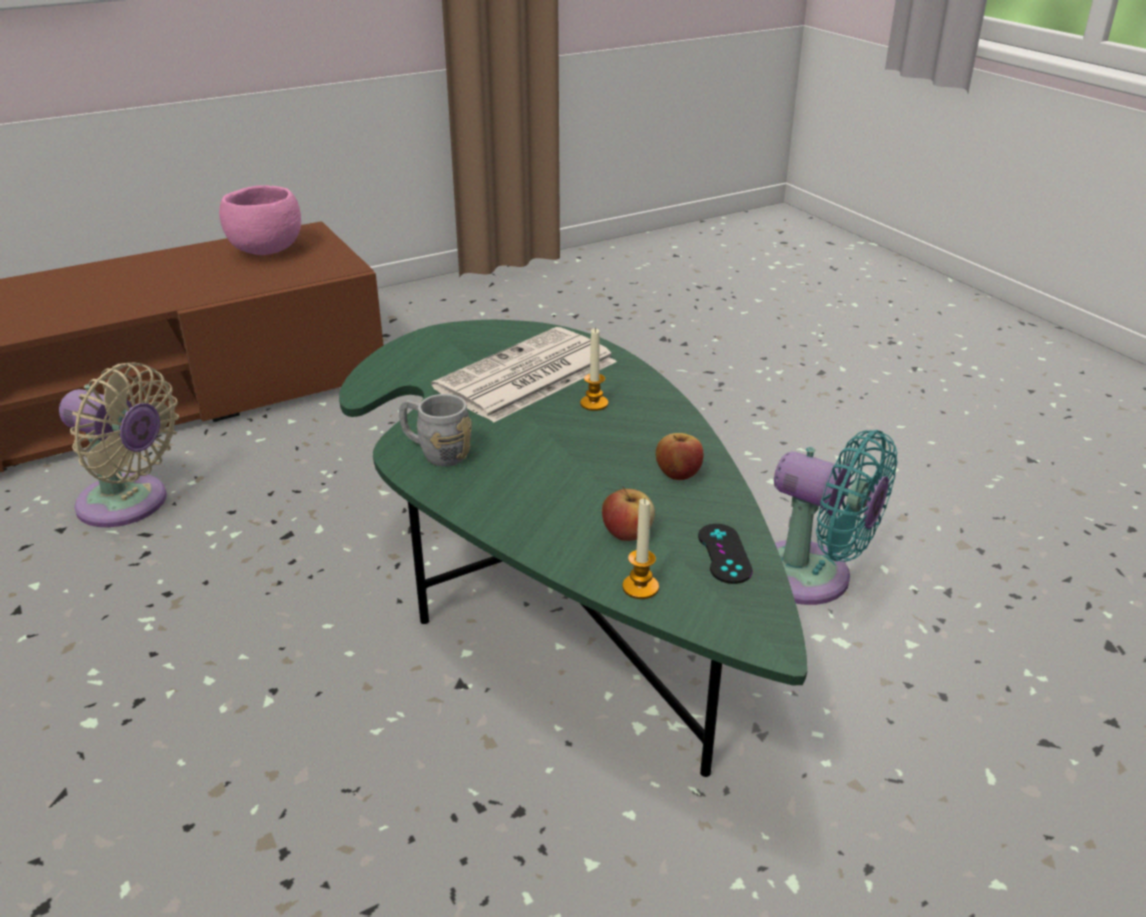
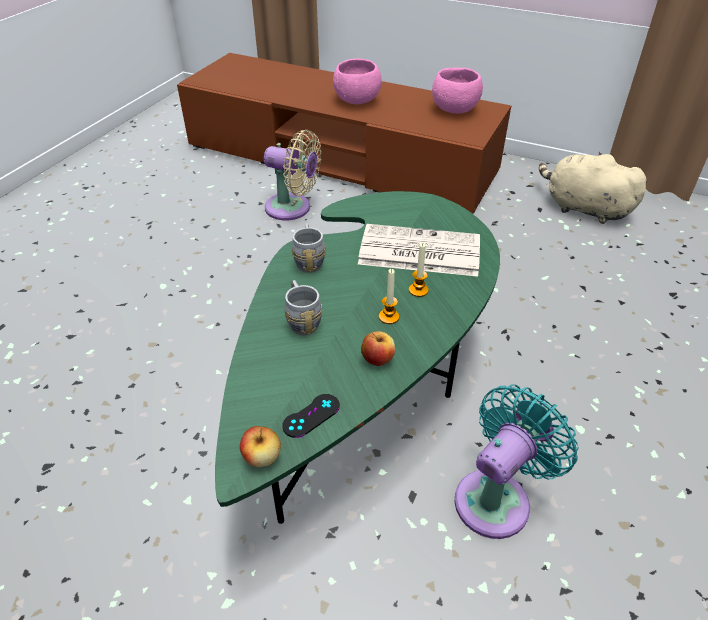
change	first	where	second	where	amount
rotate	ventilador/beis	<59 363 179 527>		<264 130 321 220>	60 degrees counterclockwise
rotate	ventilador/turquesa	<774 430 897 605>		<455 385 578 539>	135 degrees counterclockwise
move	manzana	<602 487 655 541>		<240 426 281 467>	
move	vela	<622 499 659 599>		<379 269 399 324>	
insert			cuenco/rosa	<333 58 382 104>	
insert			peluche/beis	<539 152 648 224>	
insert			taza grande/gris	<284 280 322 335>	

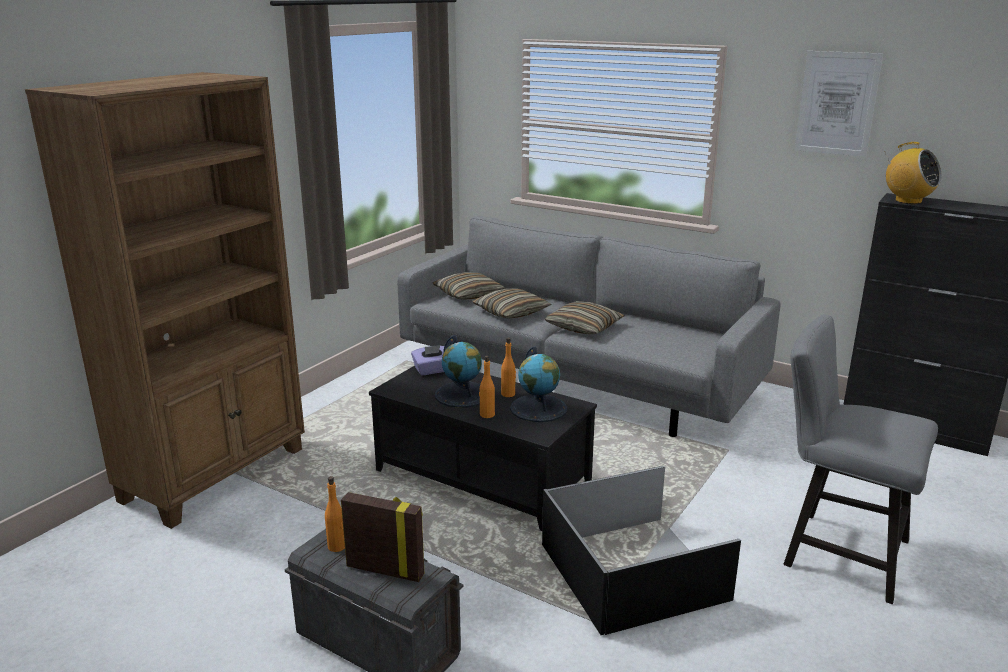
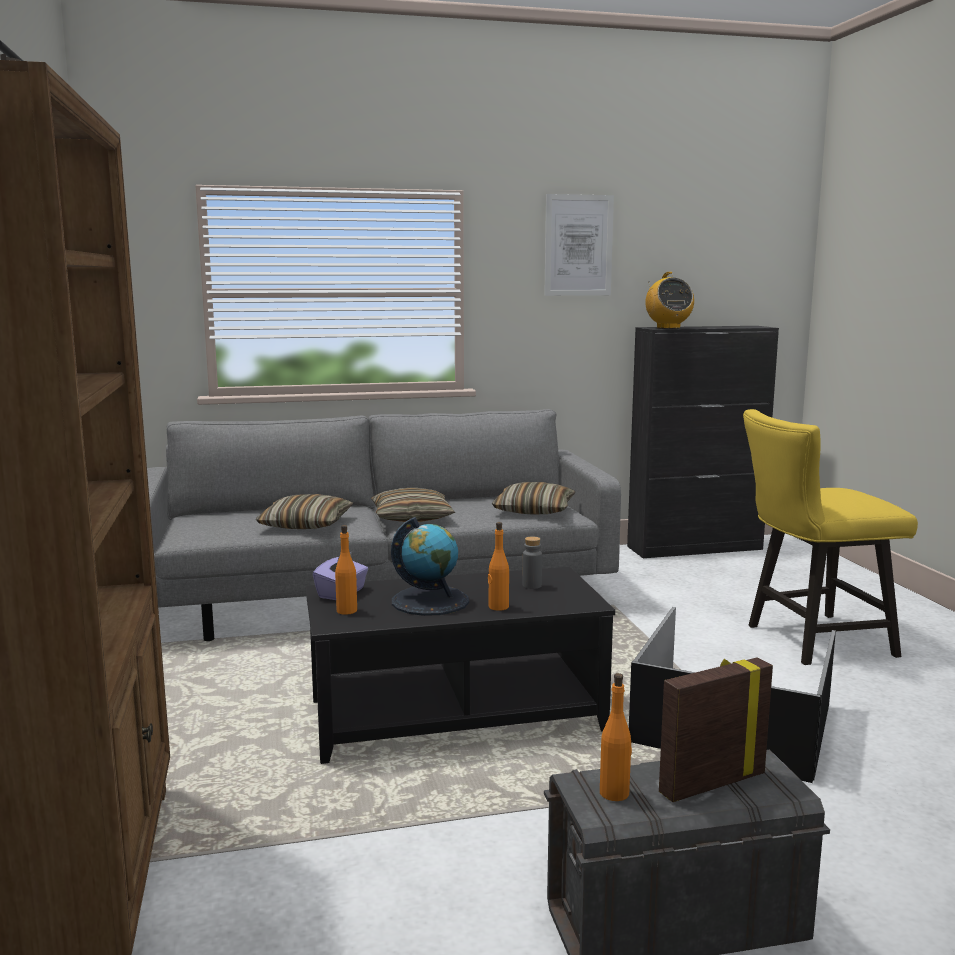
change	first	where	second	where	amount
rotate	radio	<885 142 942 204>		<645 272 694 329>	75 degrees clockwise
move	cojín	<433 272 505 299>		<492 482 575 514>	
recolor	silla/gris	<784 314 938 604>	silla/amarillo	<743 409 918 665>	
move	botella/naranja	<501 337 516 397>		<335 525 357 615>	
replace	globo terráqueo	<510 346 567 422>	botella/gris	<523 536 542 589>	

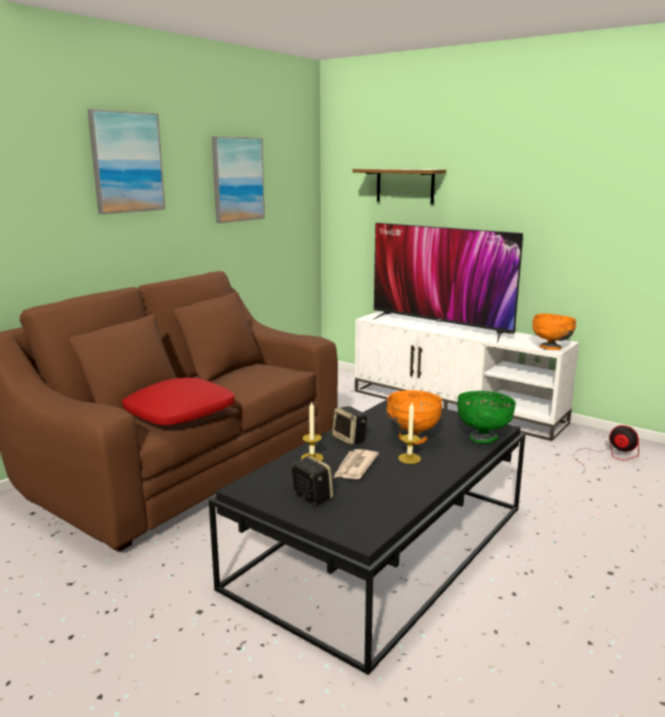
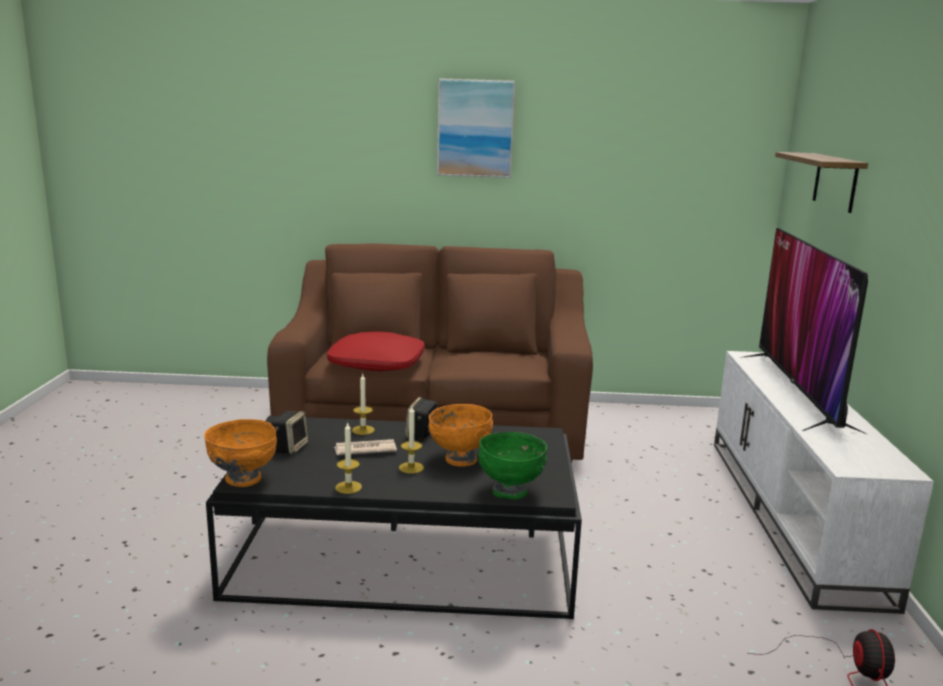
change	first	where	second	where	amount
delete	cuadro	<212 136 265 223>			
move	cuenco/naranja	<533 313 577 350>		<204 419 277 487>	
insert			vela	<335 421 362 494>	

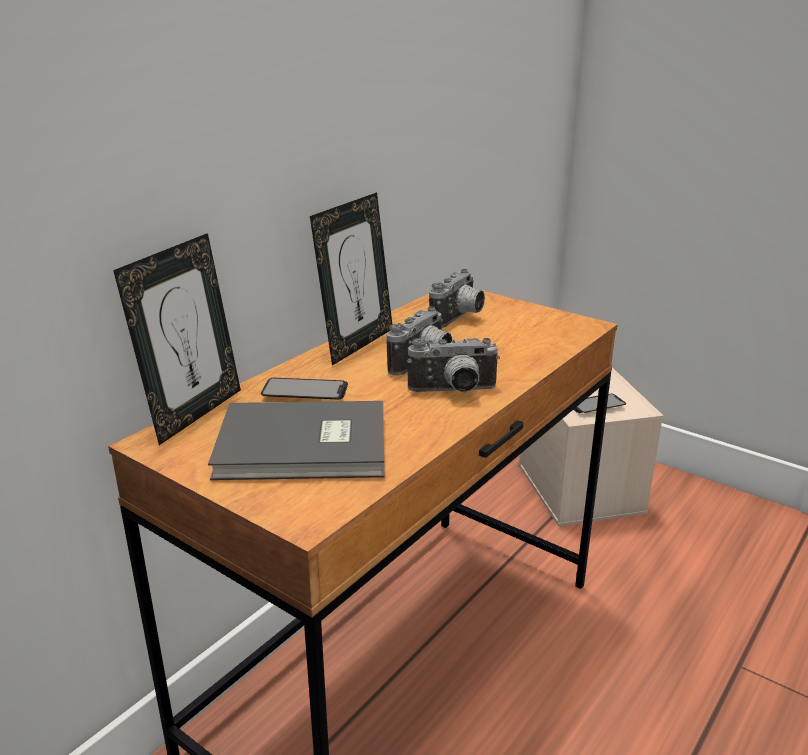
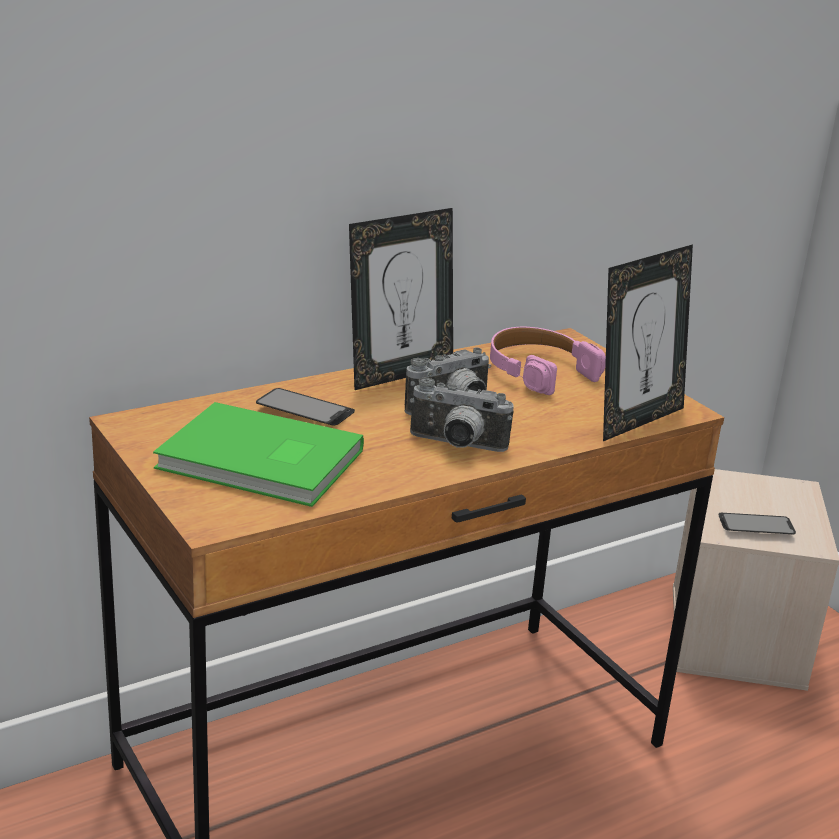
change	first	where	second	where	amount
move	portarretratos	<113 233 241 445>		<603 244 693 441>	
replace	cámara	<429 269 485 328>	auriculares/rosa	<490 327 606 395>	
recolor	libro/gris	<208 401 384 480>	libro/verde	<153 402 364 507>	

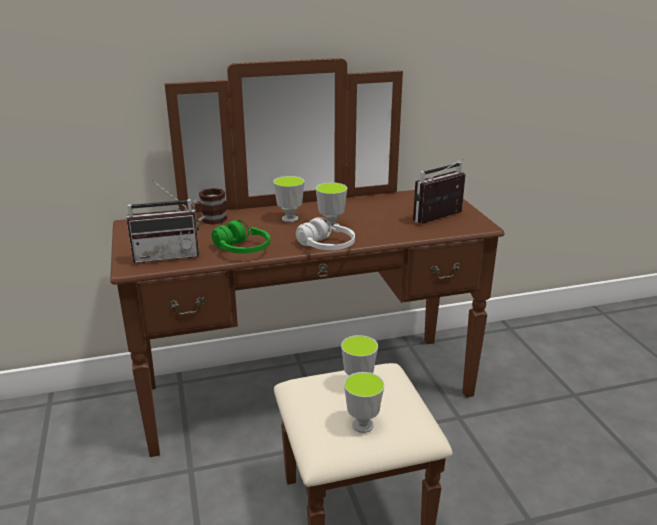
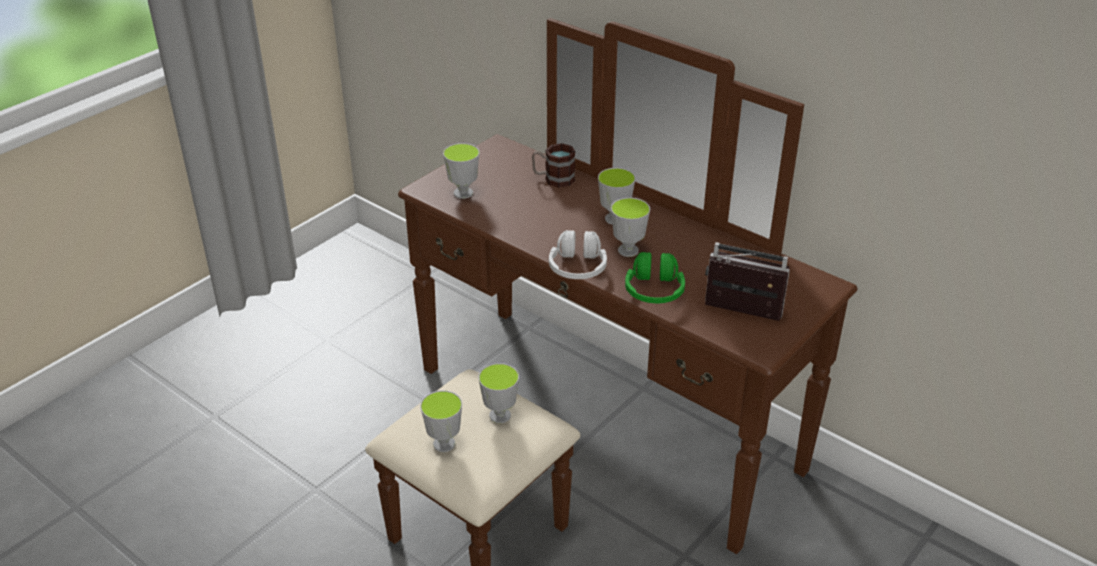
change	first	where	second	where	amount
replace	radio	<126 179 199 263>	taza	<443 143 480 199>	
move	auriculares/verde	<212 220 270 254>		<625 252 685 303>	

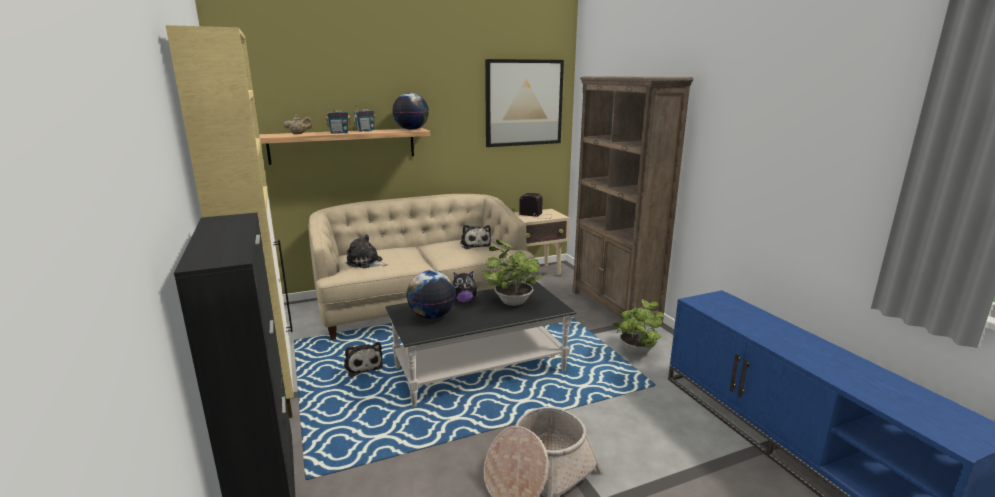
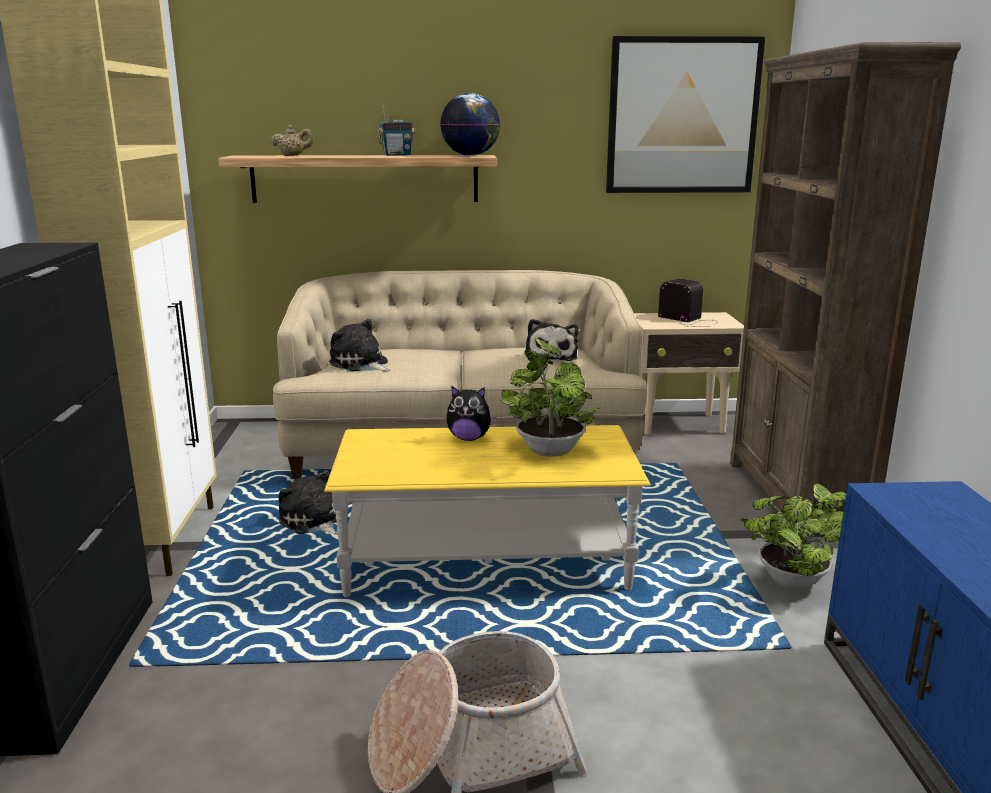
change	first	where	second	where	amount
delete	radio	<326 101 350 134>			
delete	globo terráqueo	<407 270 456 319>			
recolor	mesa de centro/negro	<385 282 577 407>	mesa de centro/amarillo	<324 425 651 597>	
rotate	peluche	<344 342 383 377>		<278 470 337 535>	150 degrees clockwise

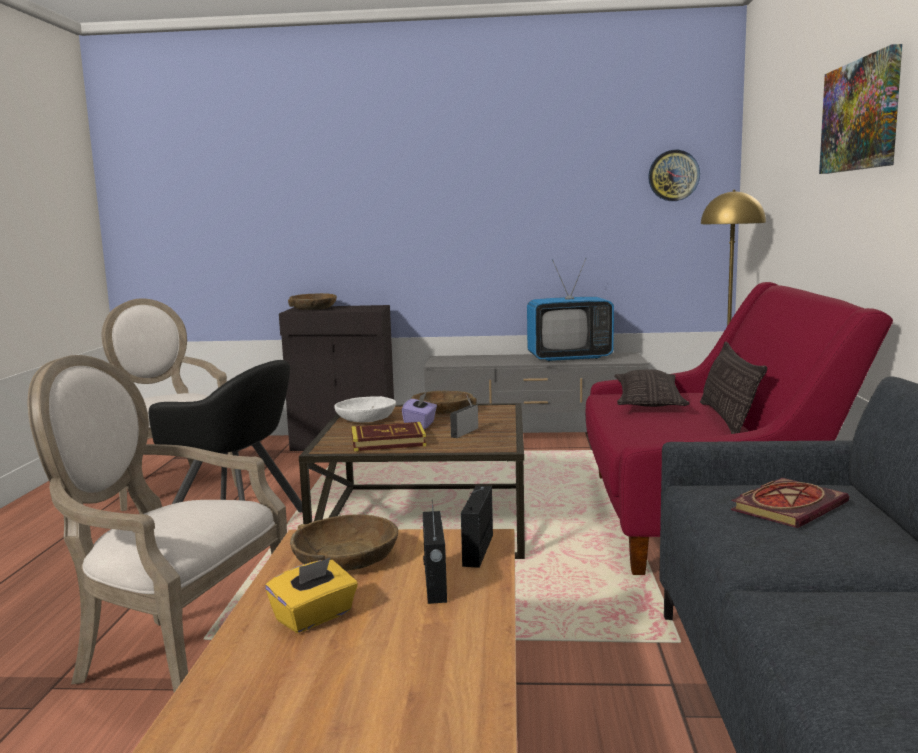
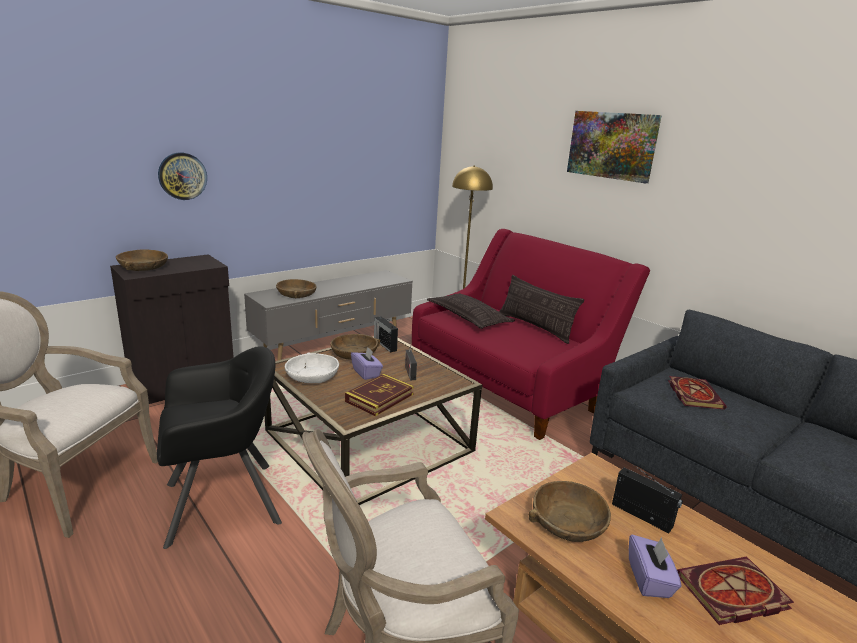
change	first	where	second	where	amount
move	reloj de pared	<648 150 700 201>		<158 153 207 200>	
delete	televisor	<527 258 614 362>			
move	radio	<461 486 493 568>		<374 316 398 352>	
recolor	caja de pañuelos/amarillo	<265 558 358 633>	caja de pañuelos/morado	<629 535 682 598>	
insert			cuenco/marrón	<276 279 317 298>	
insert			libro	<677 556 794 625>	

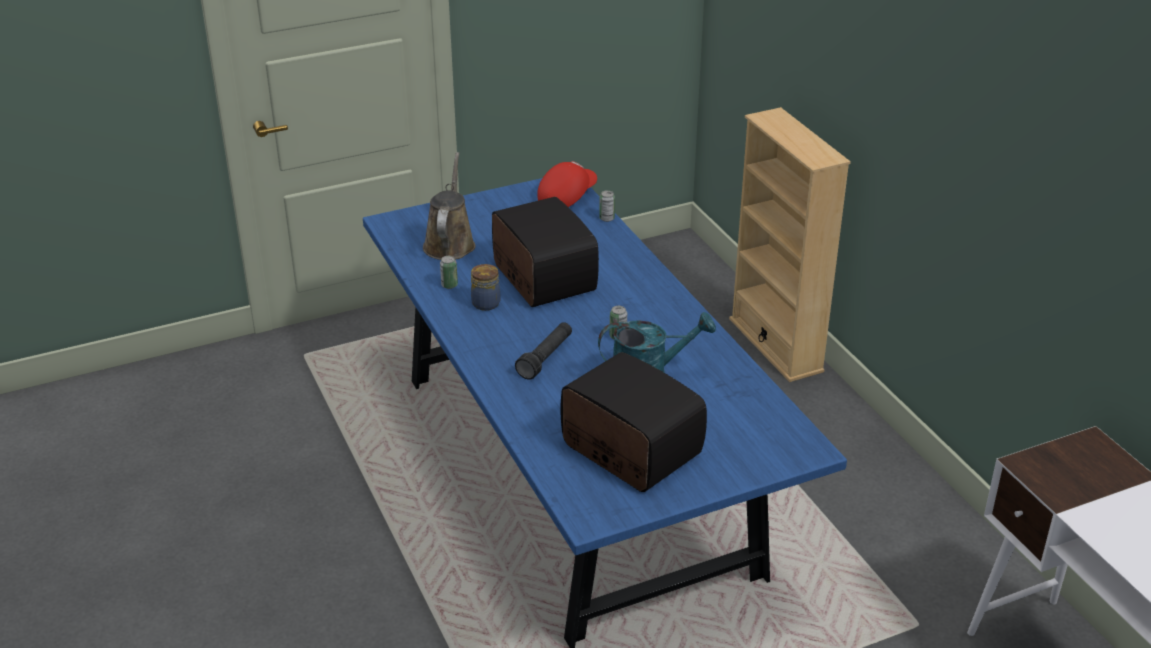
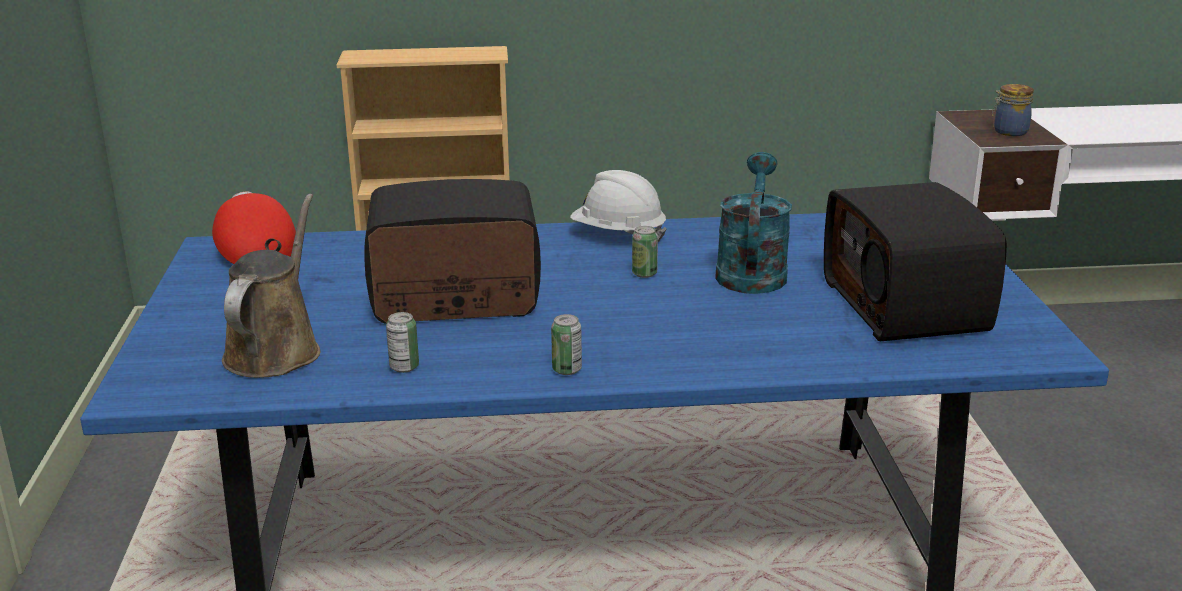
change	first	where	second	where	amount
rotate	regadera/marrón	<423 152 475 260>		<222 194 321 378>	75 degrees clockwise
move	lata	<599 190 615 222>		<551 314 582 375>	
move	tarro	<471 264 500 311>		<992 84 1034 136>	
delete	linterna/negro	<515 322 572 380>			
rotate	radio	<560 352 707 492>		<824 182 1007 341>	75 degrees counterclockwise
insert			casco/blanco	<570 170 667 242>	

